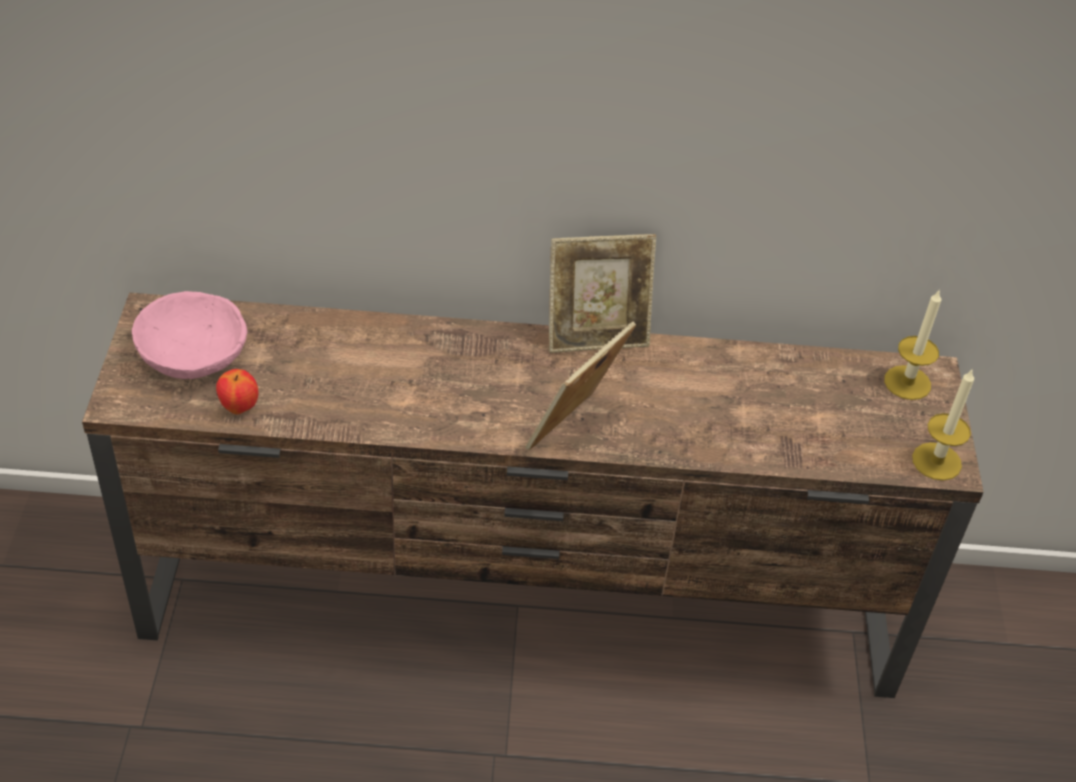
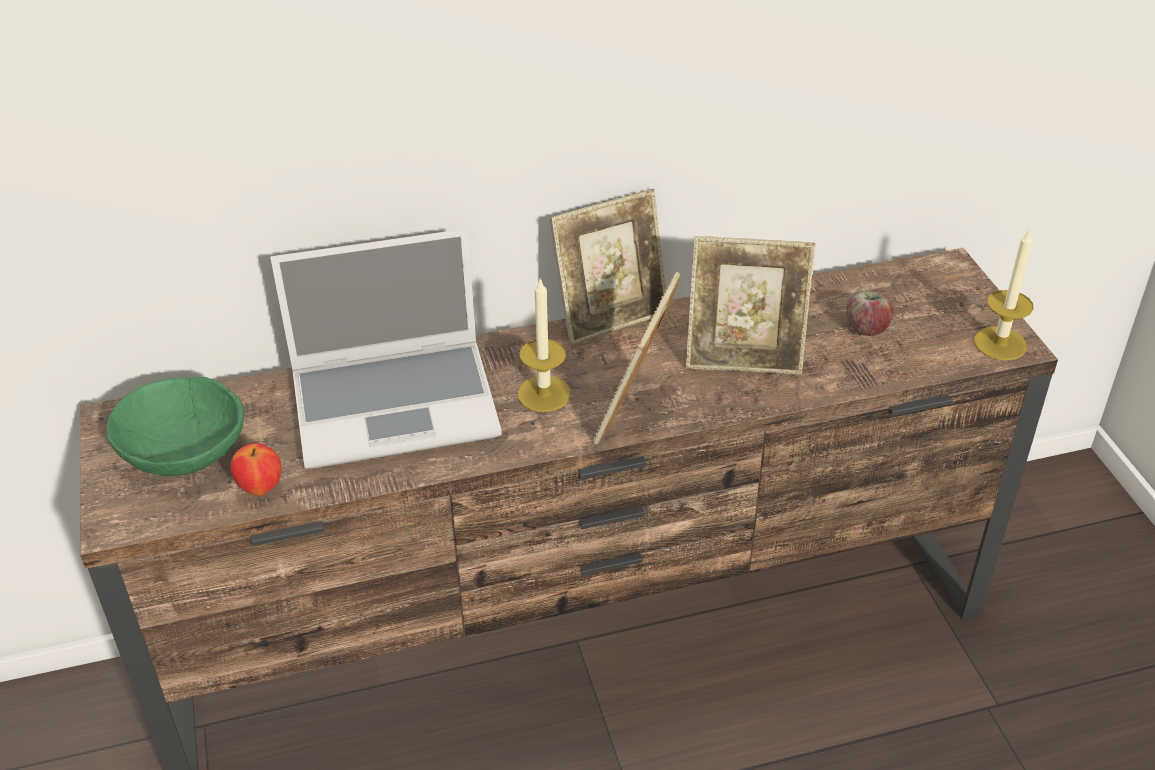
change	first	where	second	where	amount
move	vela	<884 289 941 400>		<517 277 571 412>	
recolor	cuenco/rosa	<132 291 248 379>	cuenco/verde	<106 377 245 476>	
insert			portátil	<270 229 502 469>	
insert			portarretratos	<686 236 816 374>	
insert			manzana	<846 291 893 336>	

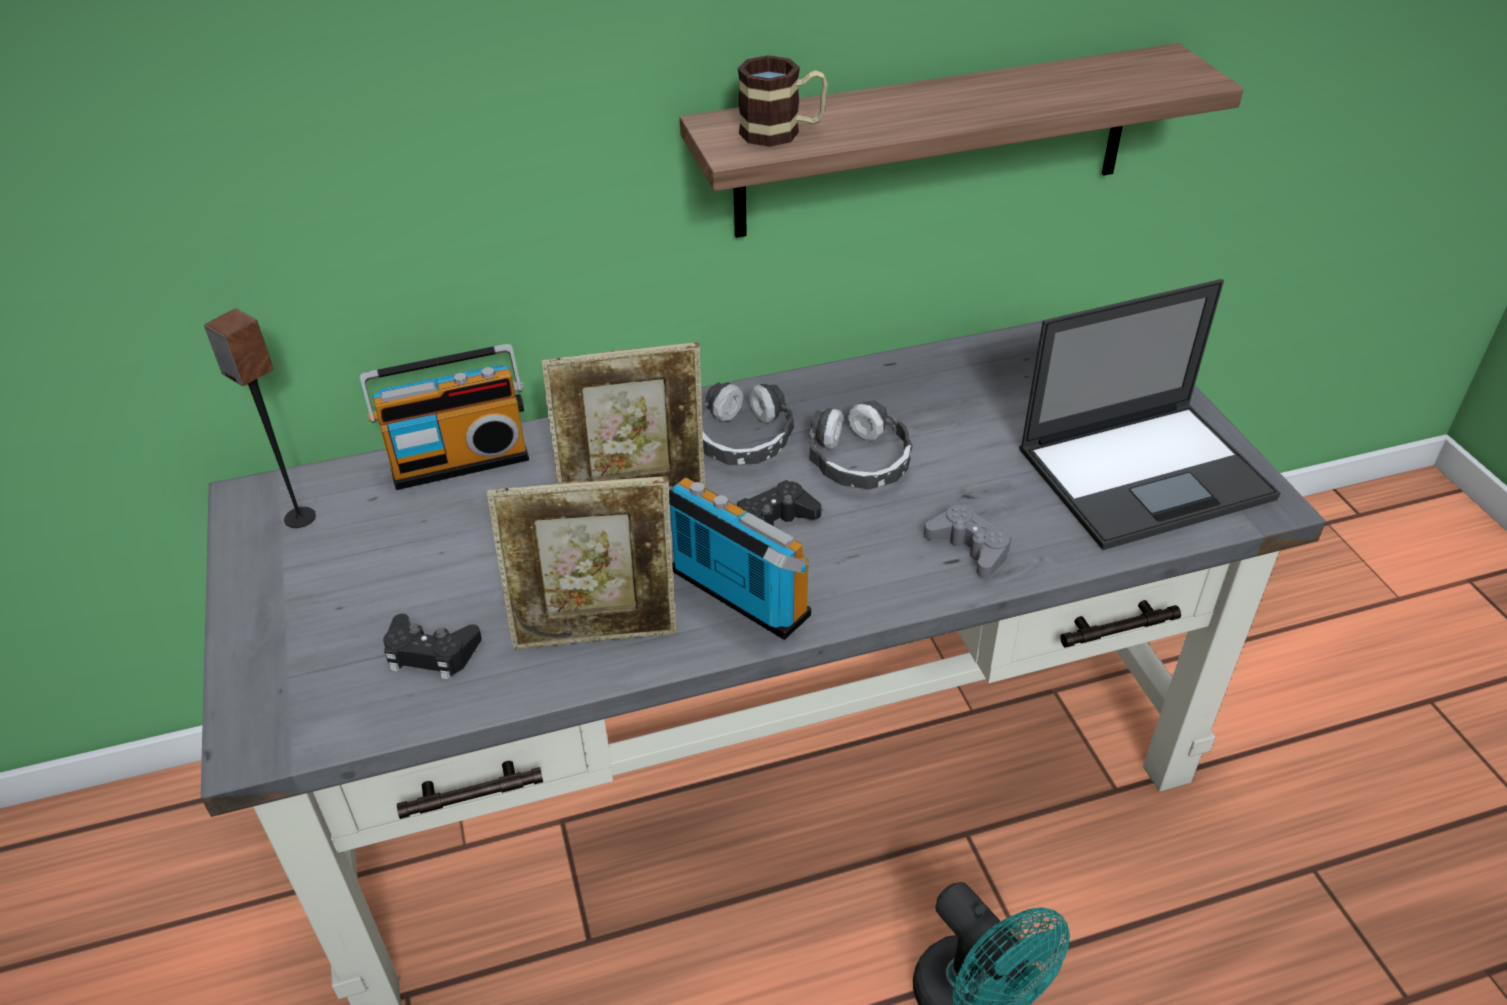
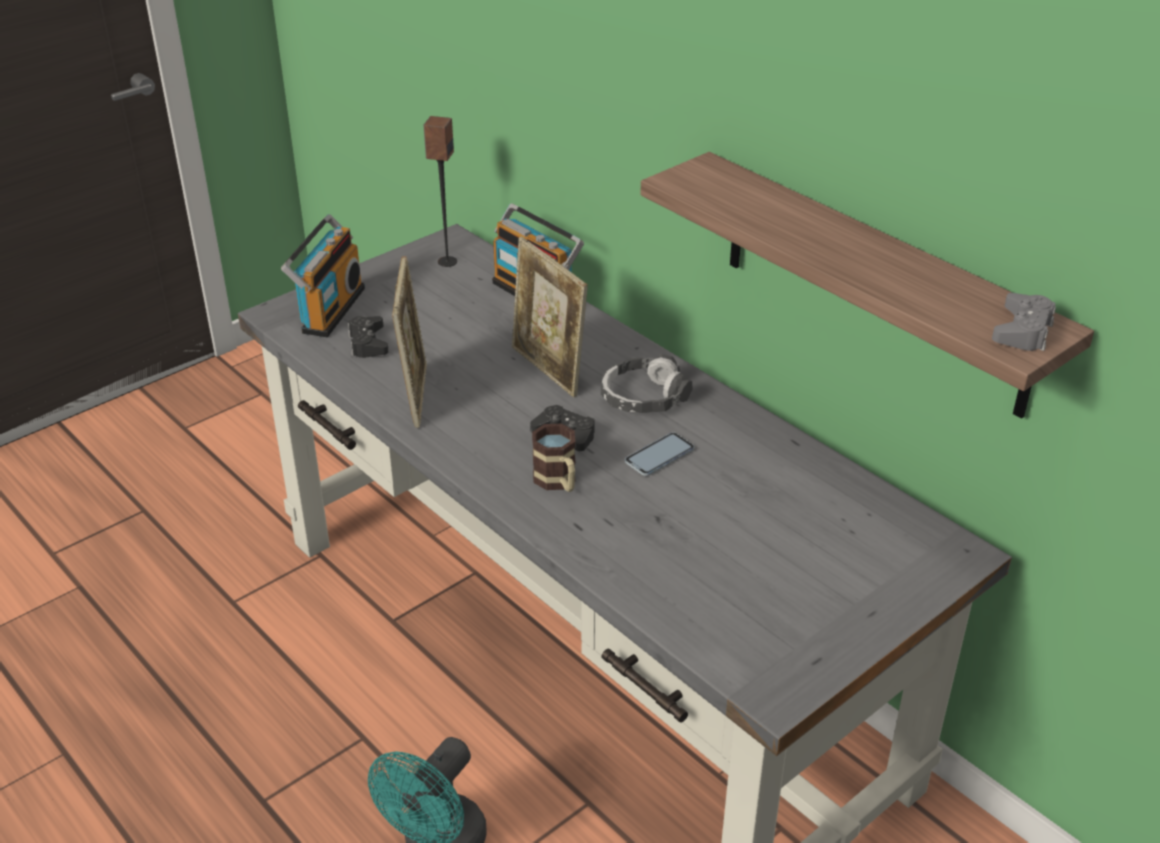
change	first	where	second	where	amount
move	taza grande	<738 55 827 147>		<532 424 576 492>	
delete	portátil	<1019 279 1281 550>			
replace	auriculares	<809 400 913 490>	móvil	<625 432 694 476>	
rotate	portarretratos	<487 476 677 649>		<392 256 427 428>	150 degrees counterclockwise
move	radio	<669 478 811 640>		<281 214 365 337>	
move	mando de consola/gris	<924 504 1012 577>		<992 293 1056 351>	

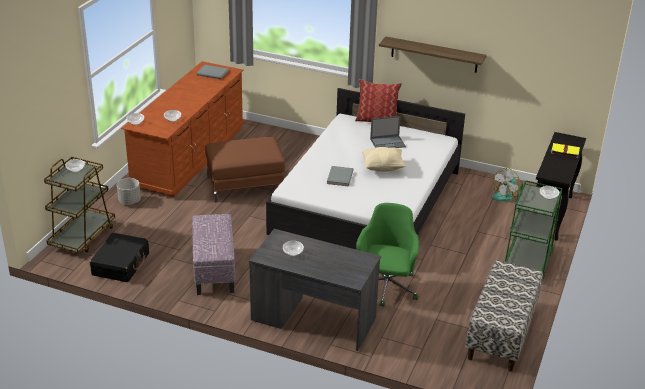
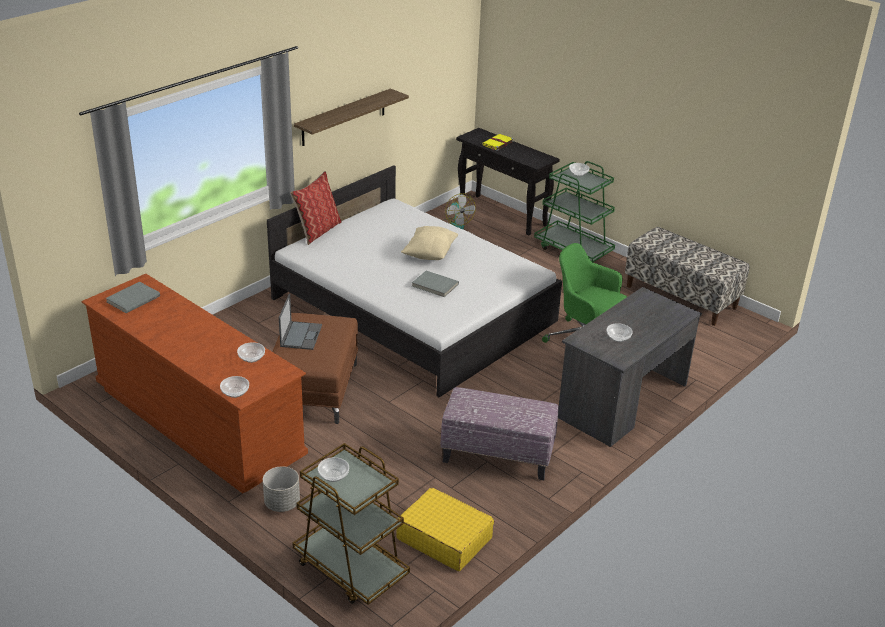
change	first	where	second	where	amount
move	portátil	<370 116 406 148>		<279 294 322 350>	
recolor	maleta/negro	<90 233 149 282>	maleta/amarillo	<396 487 494 571>	

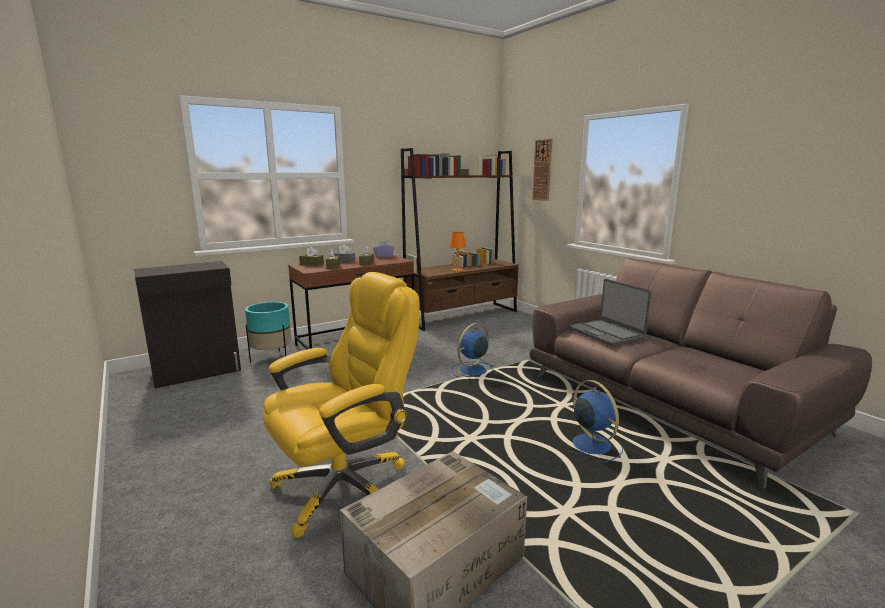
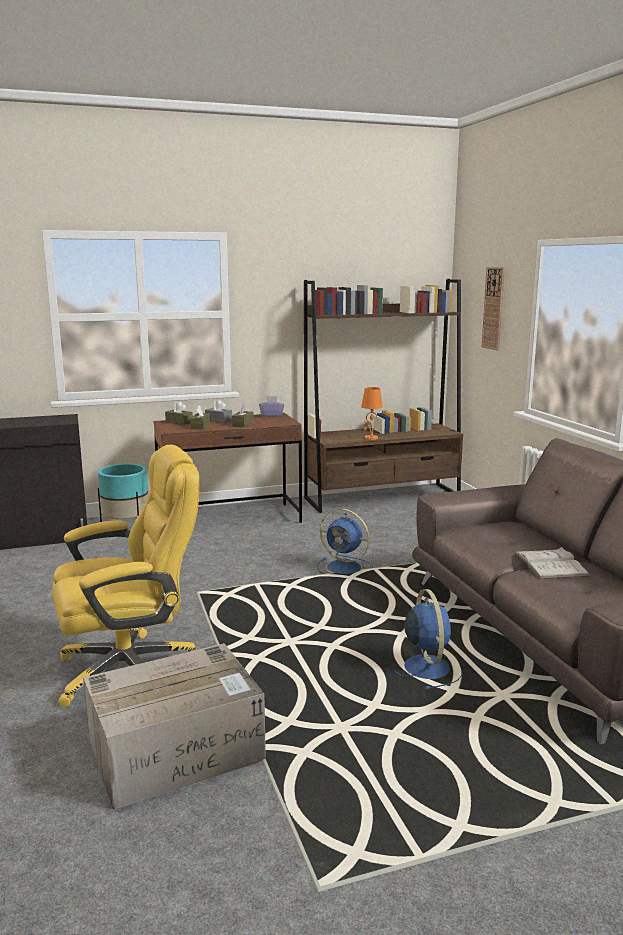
change	first	where	second	where	amount
delete	portátil	<569 279 651 346>			
rotate	ventilador/azul	<451 323 494 377>		<317 508 373 574>	120 degrees counterclockwise
insert			libro/blanco	<514 547 590 579>	

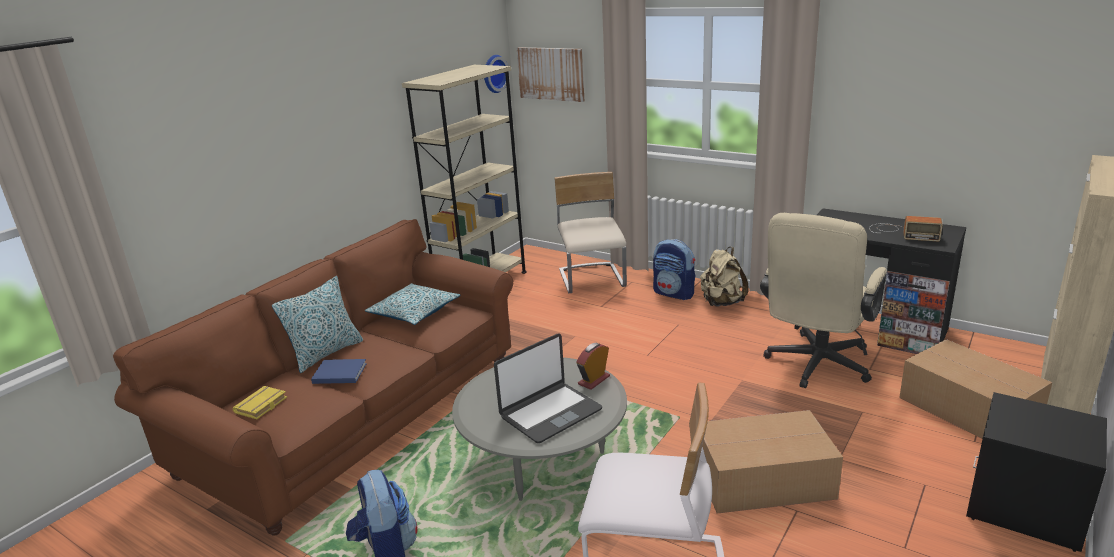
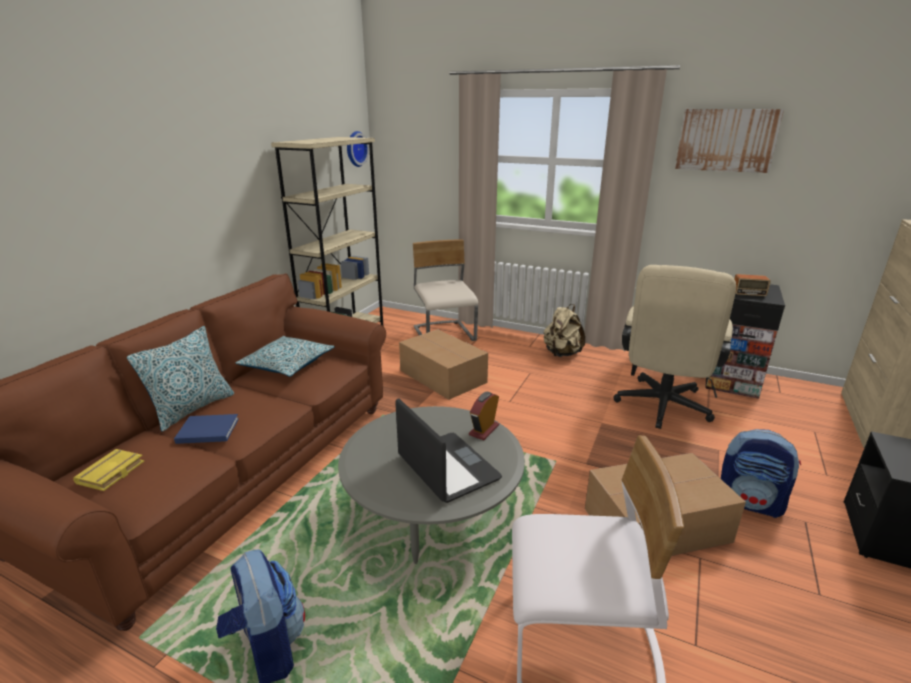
change	first	where	second	where	amount
move	cuadro	<517 47 584 102>		<675 109 784 173>	
move	mochila	<653 239 696 300>		<721 429 801 518>	
rotate	portátil	<494 334 602 443>		<395 398 502 503>	75 degrees counterclockwise
move	caja de cartón	<899 339 1052 439>		<399 329 488 400>	

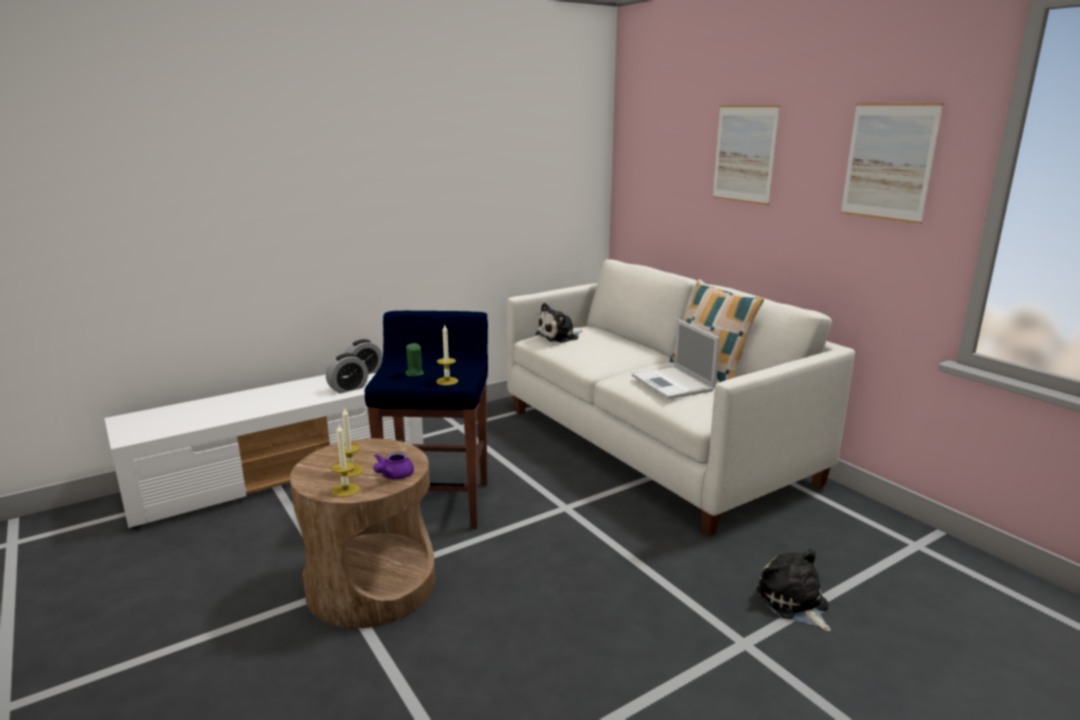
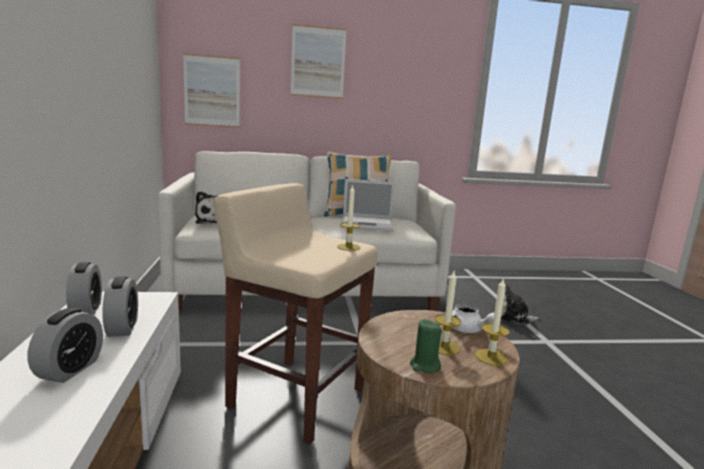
change	first	where	second	where	amount
move	cuadro	<840 103 943 224>		<183 53 240 128>	
recolor	taburete/azul	<365 310 488 529>	taburete/beis	<213 183 378 444>	
move	vela/verde	<405 343 424 377>		<410 320 442 373>	
recolor	tetera/morado	<373 452 414 480>	tetera/blanco	<451 304 494 333>	
insert			despertador	<28 308 103 383>	

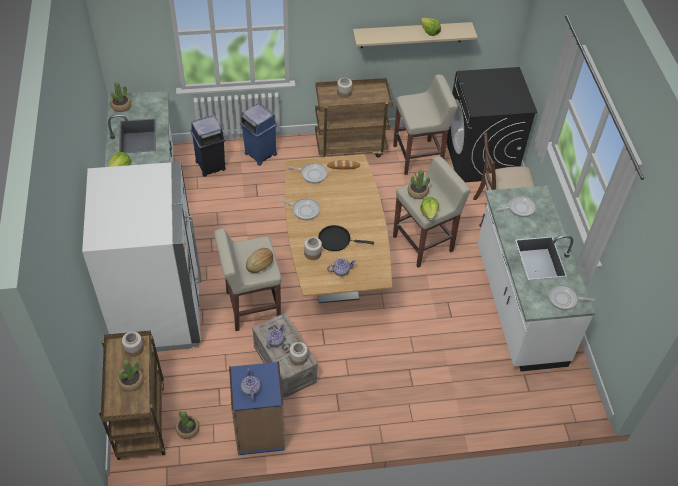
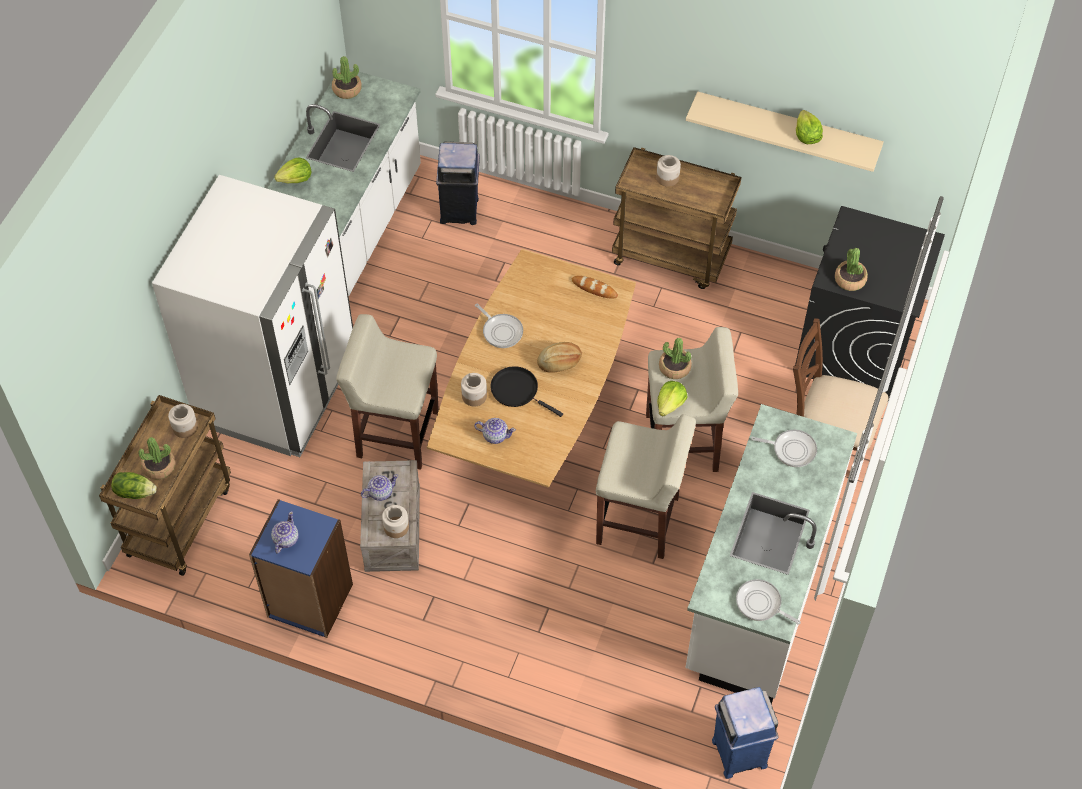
change	first	where	second	where	amount
move	taburete/beis	<393 75 458 175>		<596 414 696 559>	
move	papelera/azul	<240 104 277 166>		<712 687 779 779>	
delete	sartén	<288 163 328 184>			
move	pan	<246 248 273 273>		<537 342 582 373>	
move	planta en maceta	<175 411 199 439>		<835 248 868 291>	
insert			lechuga	<111 472 157 499>	

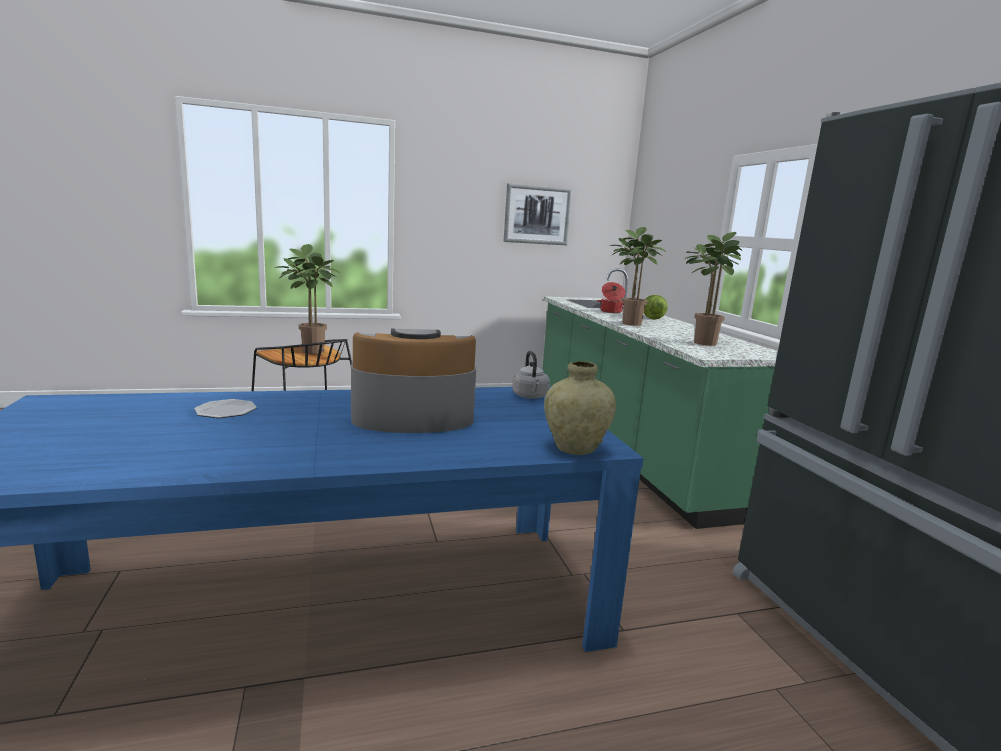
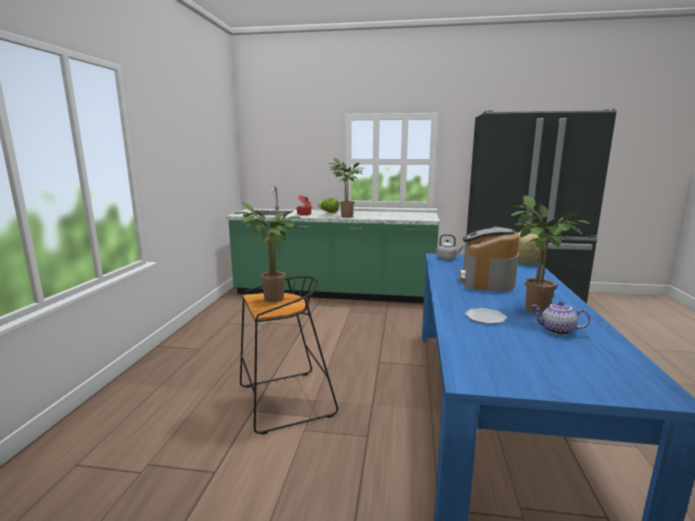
change	first	where	second	where	amount
delete	cuadro	<504 183 572 245>			
move	planta en maceta	<684 232 743 346>		<511 196 590 313>	
insert			tetera	<531 301 590 335>	

